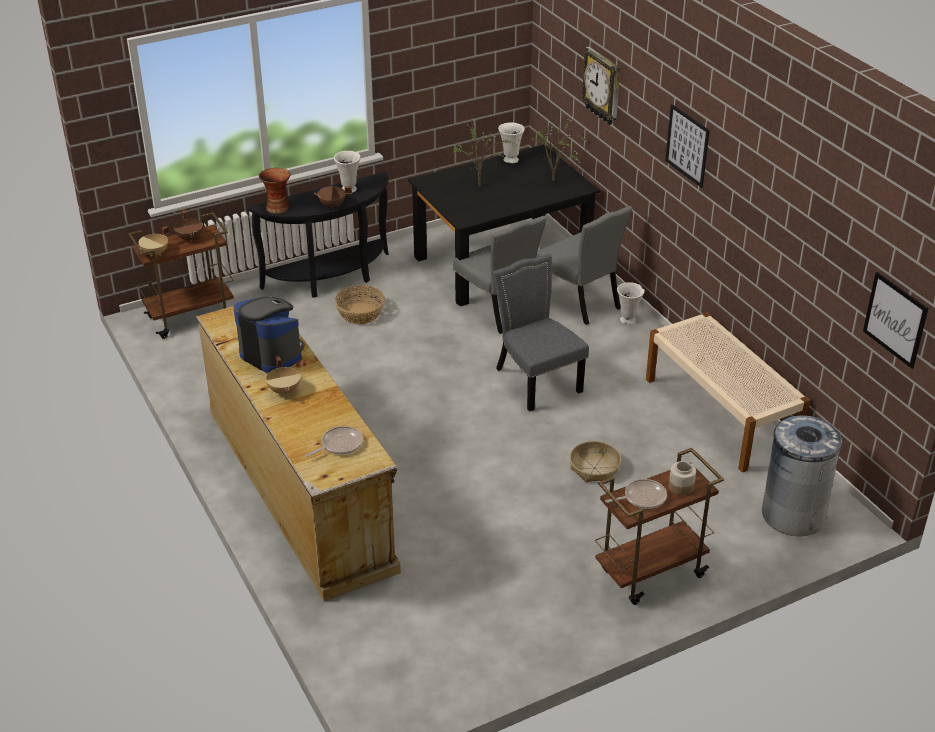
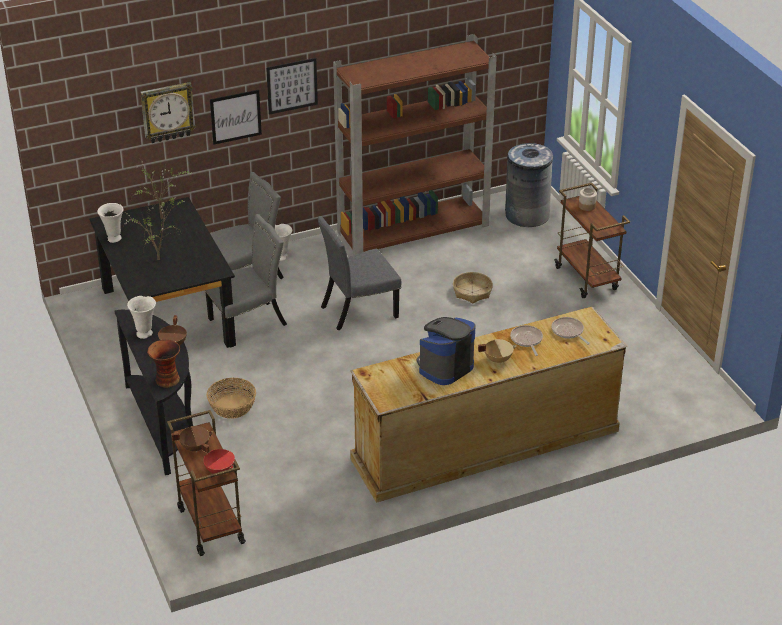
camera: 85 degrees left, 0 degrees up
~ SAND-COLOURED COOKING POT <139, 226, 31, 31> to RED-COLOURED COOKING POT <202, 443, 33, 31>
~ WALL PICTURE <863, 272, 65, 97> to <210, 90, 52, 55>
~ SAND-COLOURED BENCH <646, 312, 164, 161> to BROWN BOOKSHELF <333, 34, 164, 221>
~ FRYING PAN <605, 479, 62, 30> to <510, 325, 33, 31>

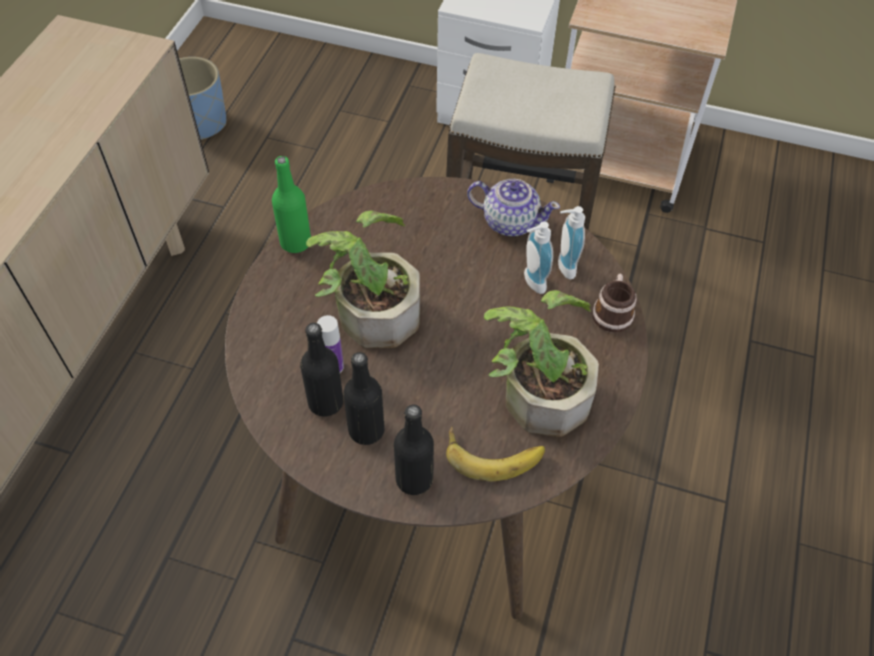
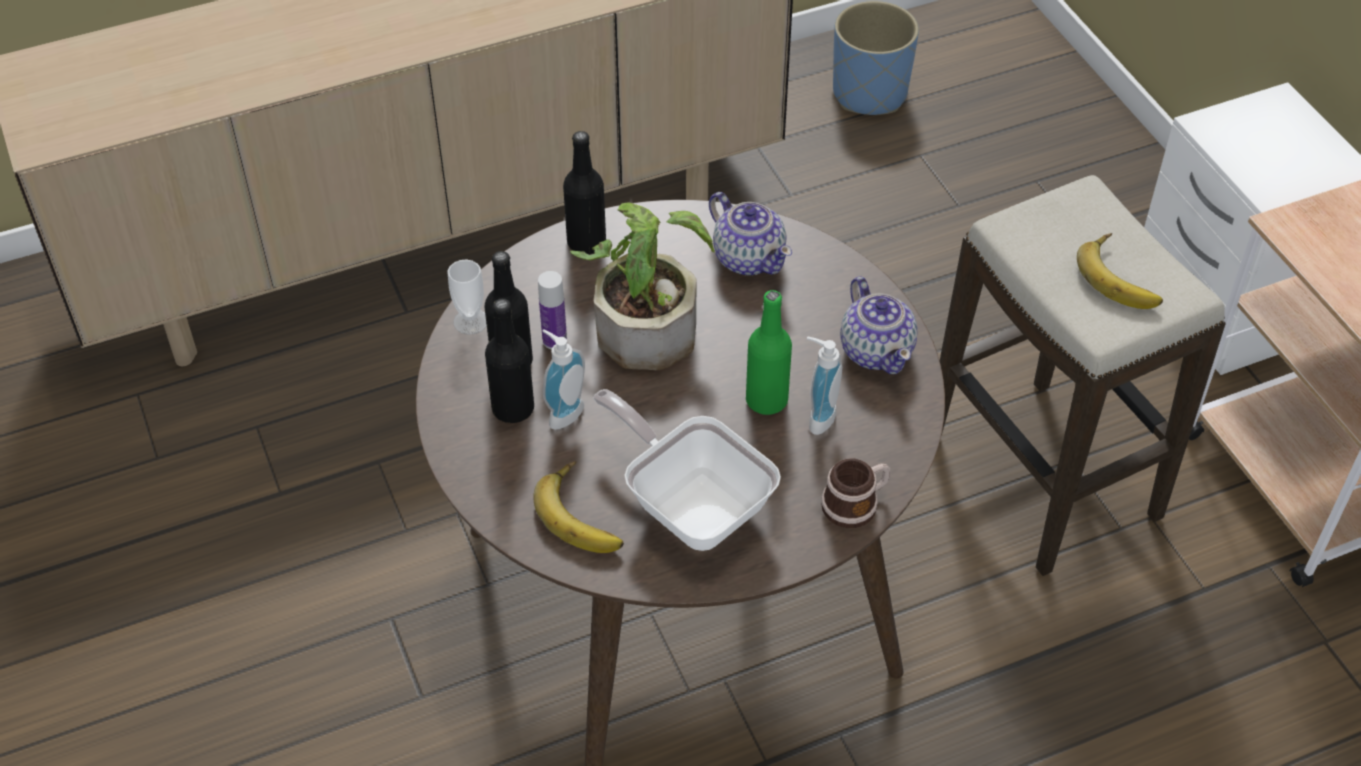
camera: 50 degrees right, 5 degrees down
~ GREENISH BOTTLE <272, 156, 39, 97> to <746, 290, 46, 125>
~ LIQUID SOAP BOTTLE <558, 206, 27, 73> to <542, 329, 43, 101>
~ POTTED PLANT <484, 290, 115, 147> to FRYING PAN <593, 389, 188, 162>
~ BLACK BOTTLE <394, 404, 40, 91> to <563, 131, 43, 123>
+ POT FOR TEA <709, 192, 83, 84>
+ WHOLE BANANA <1077, 233, 86, 76>
+ CUP <447, 259, 40, 76>

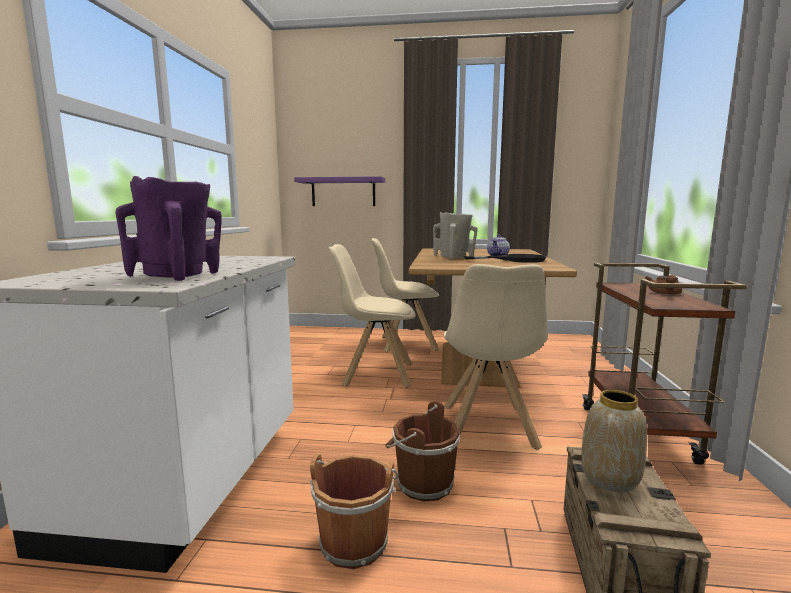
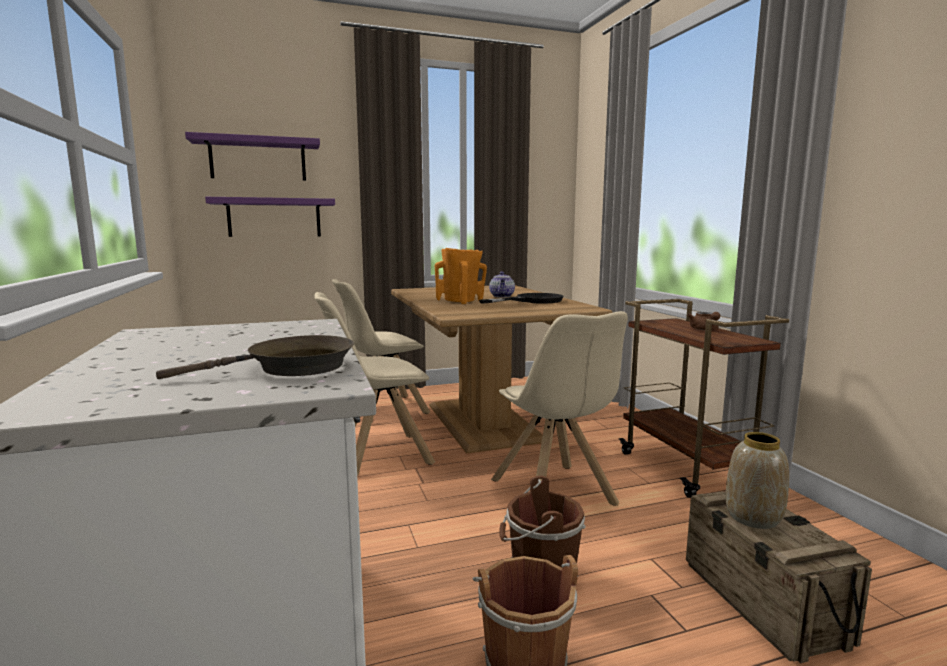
camera: 25 degrees left, 0 degrees up
~ PURPLE-COLOURED DECORATIVE VASE <115, 176, 107, 105> to BROWN FRYING PAN <156, 335, 198, 44>
~ SAND-COLOURED DECORATIVE VASE <433, 212, 45, 47> to ORANGE-COLOURED DECORATIVE VASE <435, 248, 52, 56>
+ PURPLE-COLOURED SHELF <185, 132, 135, 49>

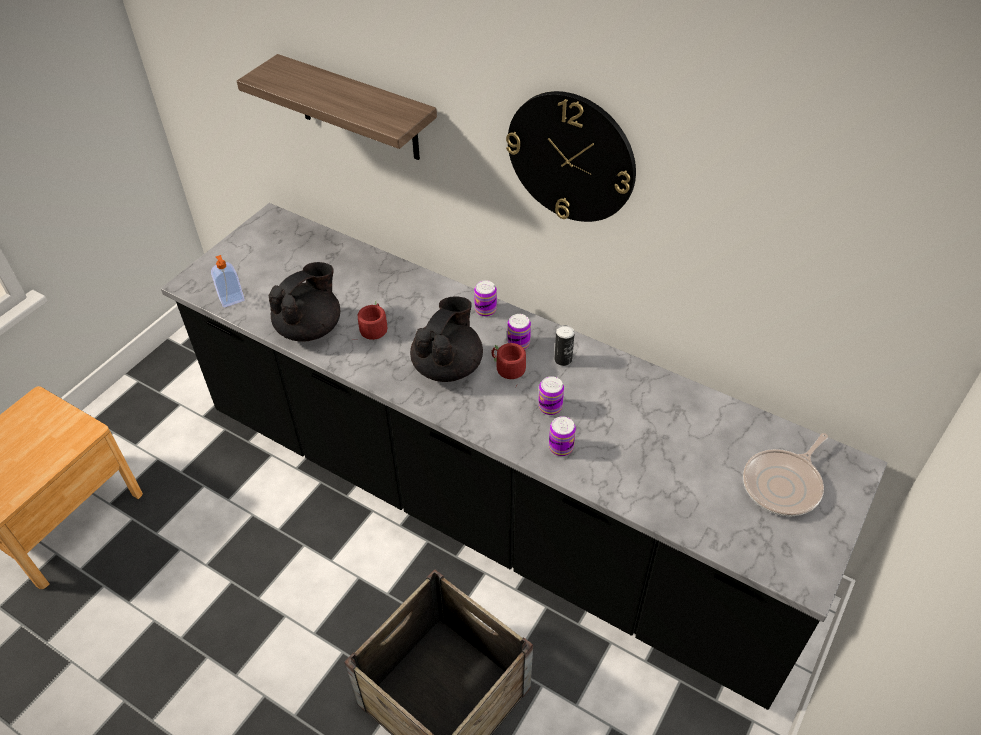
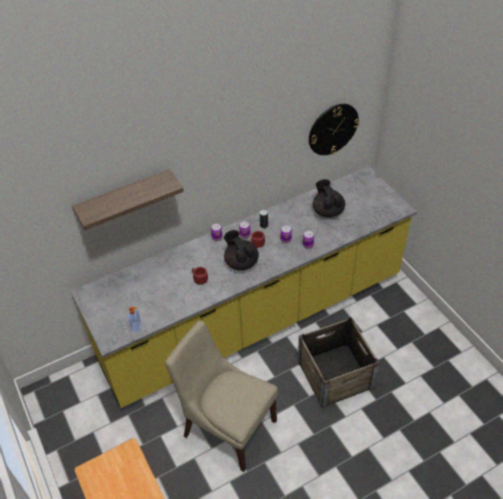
camera: 60 degrees left, 0 degrees up
~ CLOCK ON THE WALL <506, 91, 130, 131> to <309, 104, 50, 51>
~ BLACK KITCHEN COUNTER <161, 203, 726, 507> to YELLOWISH KITCHEN COUNTER <71, 166, 346, 242>
~ BLACK POT FOR TEA <269, 262, 71, 80> to <313, 179, 32, 38>
- FRYING PAN <743, 433, 85, 83>
+ SAND-COLOURED UPRIGHT CHAIR <165, 321, 113, 151>

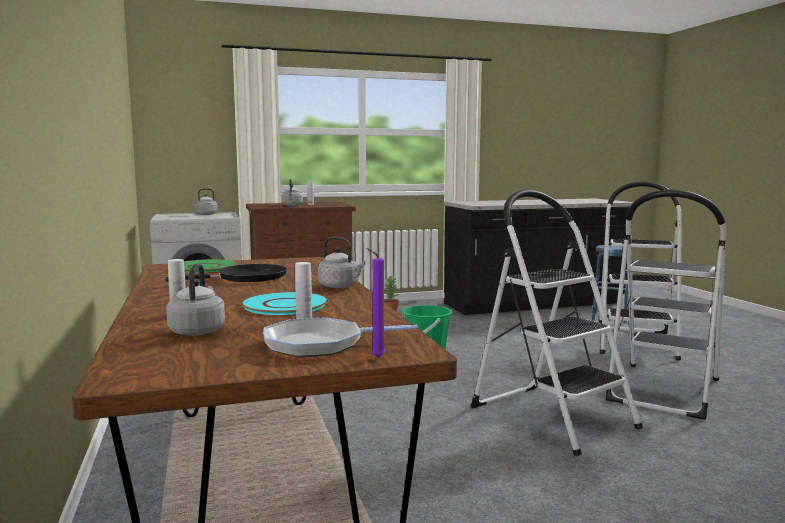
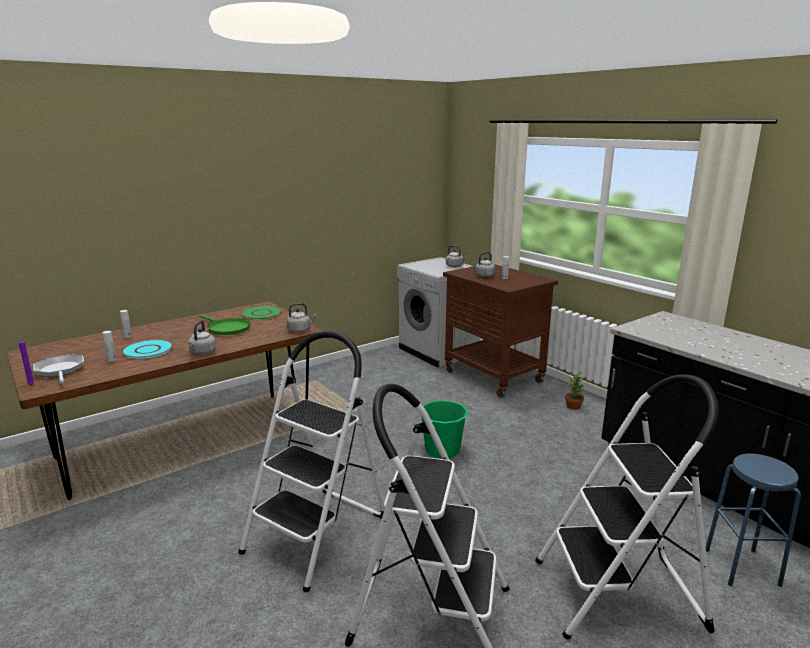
camera: 70 degrees right, 10 degrees up
~ GREYISH WATER KETTLE <166, 263, 59, 73> to <286, 303, 31, 29>
~ BLACK FRYING PAN <165, 264, 122, 18> to GREENISH FRYING PAN <199, 315, 52, 20>

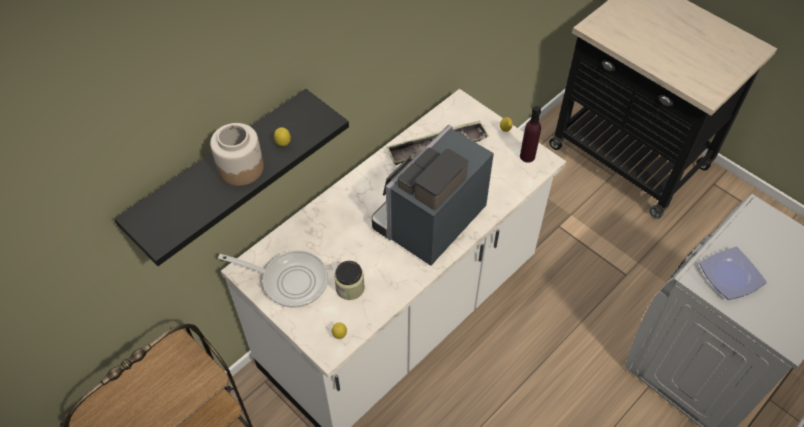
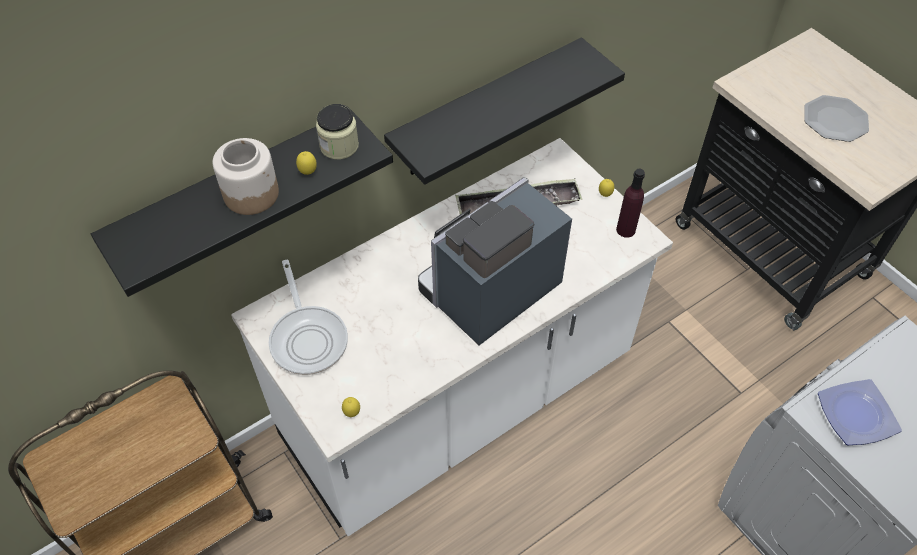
camera: 10 degrees right, 0 degrees up
~ FRYING PAN <218, 250, 110, 57> = <269, 260, 79, 115> 45 degrees clockwise
~ JAR <334, 261, 31, 39> to <316, 104, 43, 55>
+ BLACK SHELF <384, 37, 241, 148>
+ DINNER PLATE <804, 95, 65, 47>

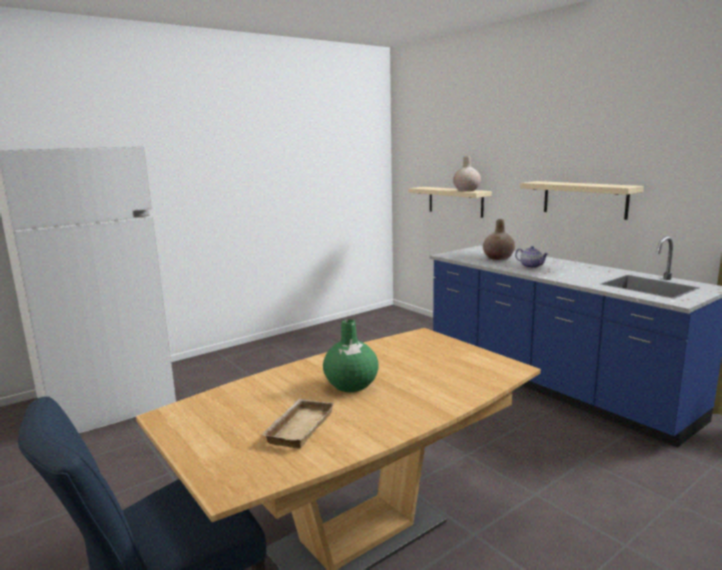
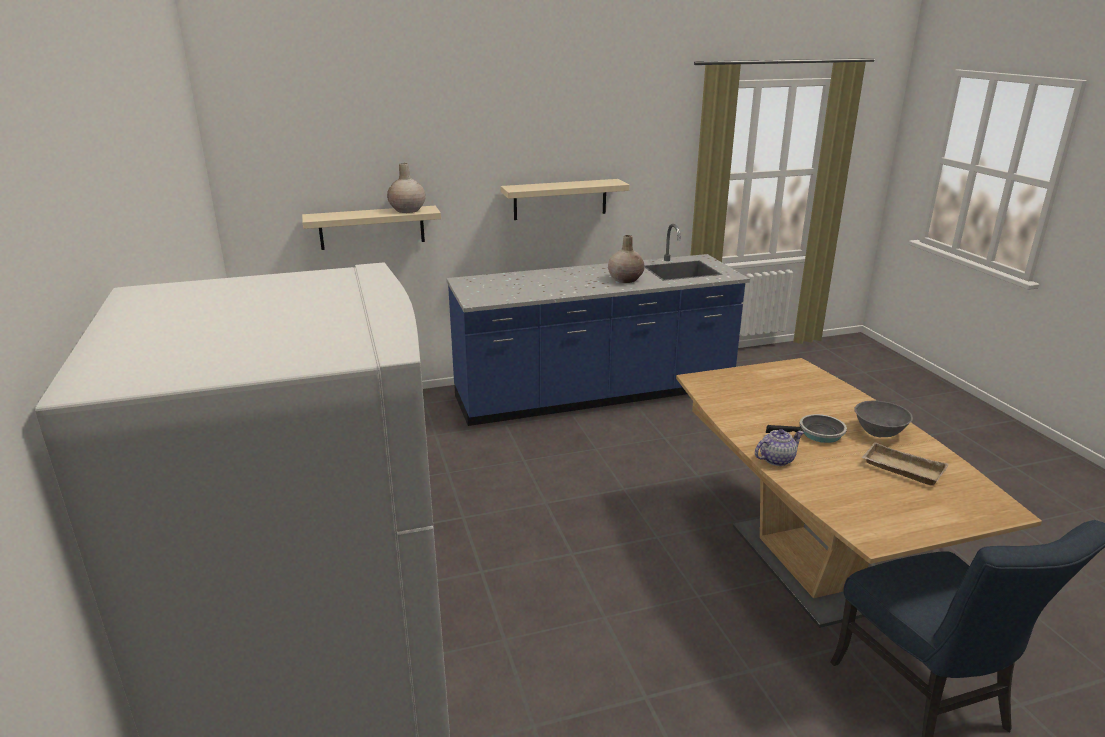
camera: 70 degrees left, 10 degrees up
~ SAND-COLOURED DECORATIVE VASE <483, 219, 32, 41> to <608, 235, 37, 48>
~ POT FOR TEA <515, 246, 34, 22> to <755, 429, 49, 37>
~ GREENISH DECORATIVE VASE <323, 319, 56, 73> to FRYING PAN <766, 414, 81, 29>
+ GREYISH BOWL <854, 401, 59, 36>

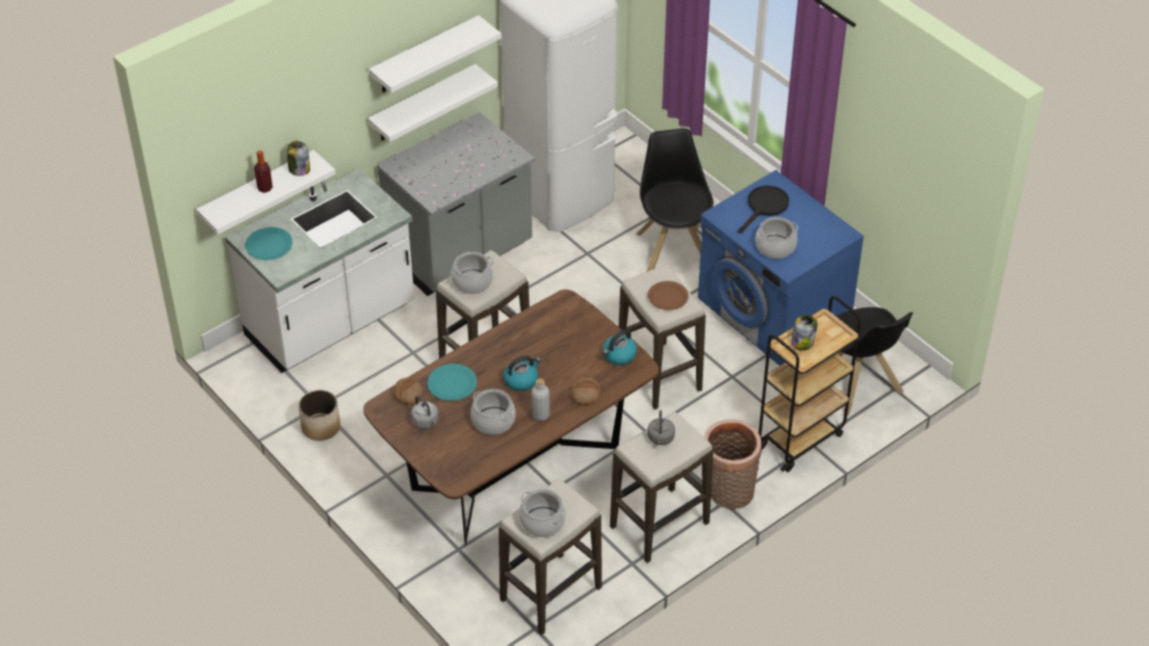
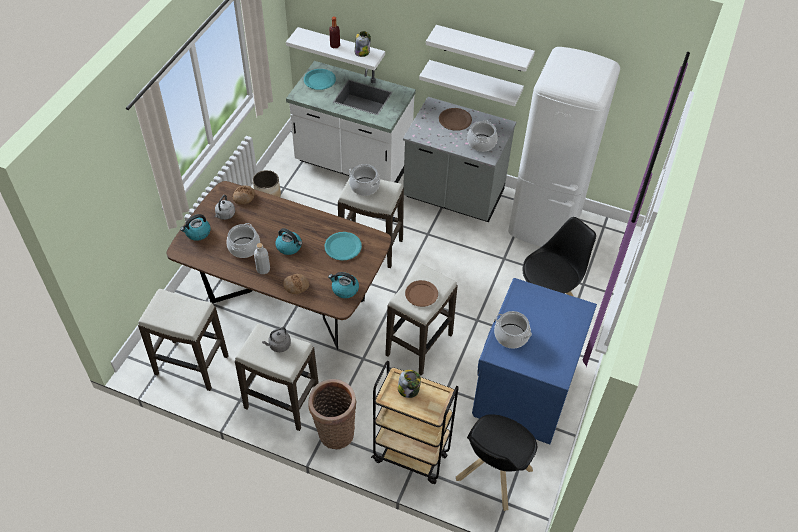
camera: 60 degrees right, 5 degrees up
- BLACK FRYING PAN <738, 186, 51, 47>
~ TURQUOISE DINNER PLATE <427, 364, 50, 37> to <325, 232, 37, 29>
~ COOKING POT <519, 489, 47, 48> to <467, 120, 31, 32>
+ BROWN DINNER PLATE <439, 108, 33, 23>
+ WATER KETTLE <180, 214, 31, 27>

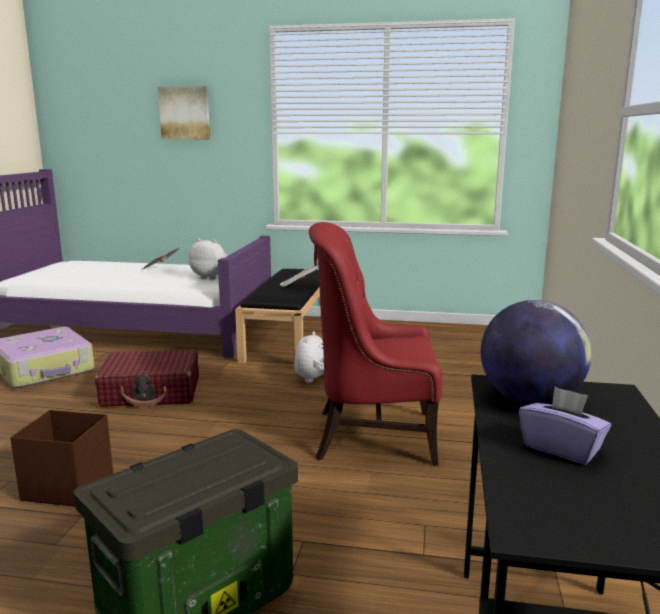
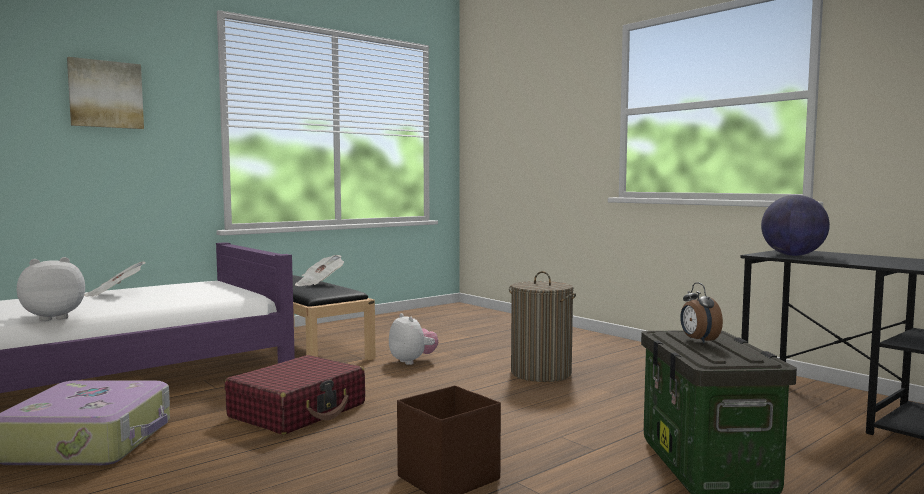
camera: 50 degrees left, 10 degrees down
~ RED-COLOURED UPRIGHT CHAIR <309, 222, 133, 244> to HAMPER <509, 271, 67, 111>
~ PLUSH TOY <188, 238, 40, 41> to <17, 257, 68, 64>
- PURPLE-COLOURED TISSUE BOX <519, 386, 92, 79>
+ TABLE CLOCK <680, 282, 43, 61>

